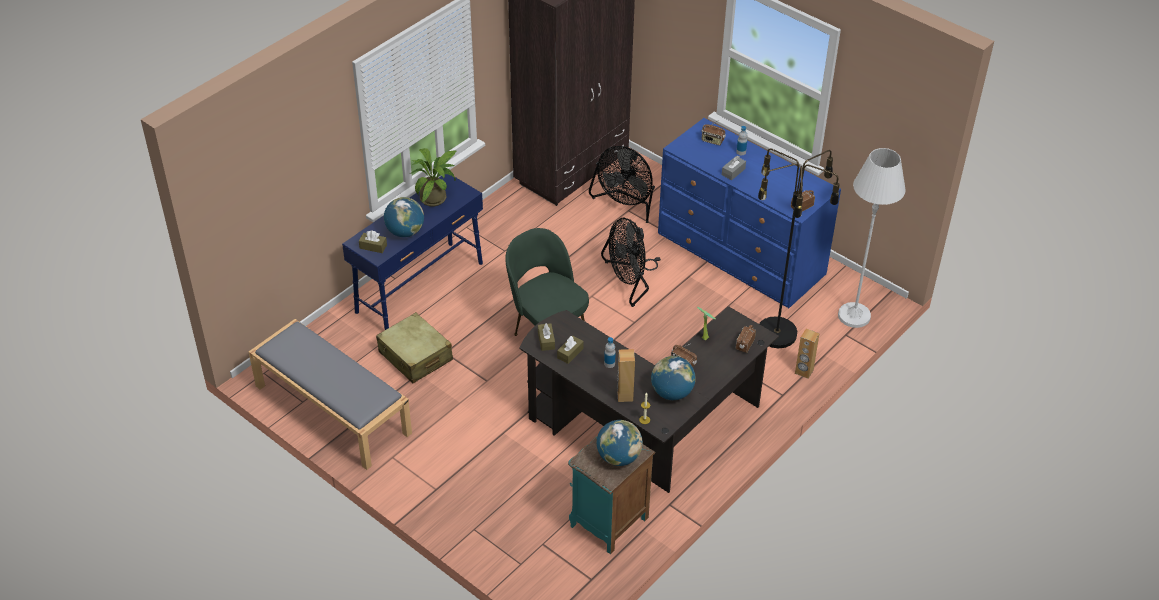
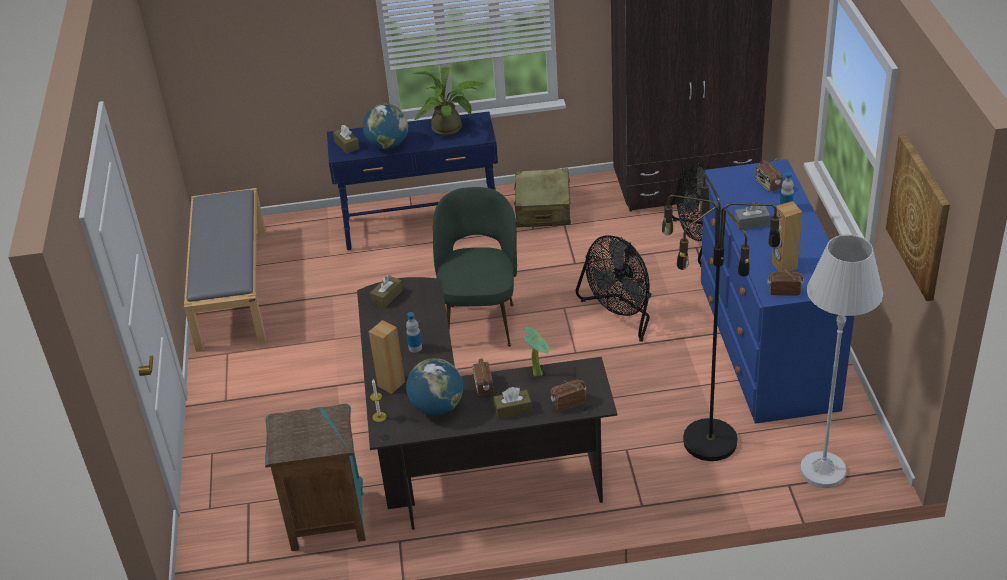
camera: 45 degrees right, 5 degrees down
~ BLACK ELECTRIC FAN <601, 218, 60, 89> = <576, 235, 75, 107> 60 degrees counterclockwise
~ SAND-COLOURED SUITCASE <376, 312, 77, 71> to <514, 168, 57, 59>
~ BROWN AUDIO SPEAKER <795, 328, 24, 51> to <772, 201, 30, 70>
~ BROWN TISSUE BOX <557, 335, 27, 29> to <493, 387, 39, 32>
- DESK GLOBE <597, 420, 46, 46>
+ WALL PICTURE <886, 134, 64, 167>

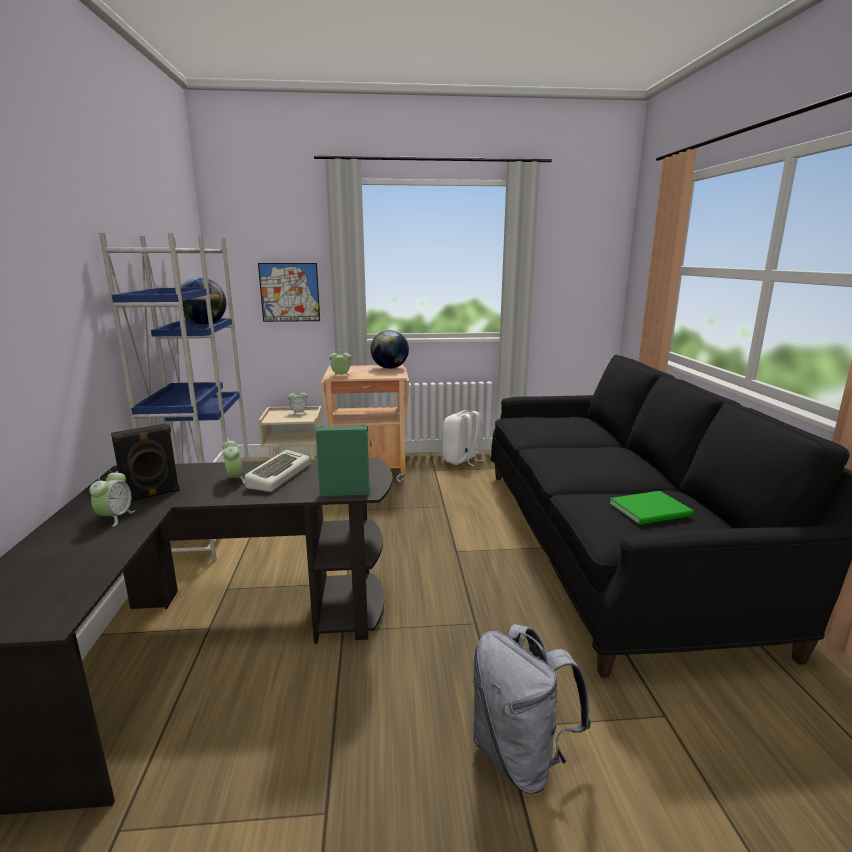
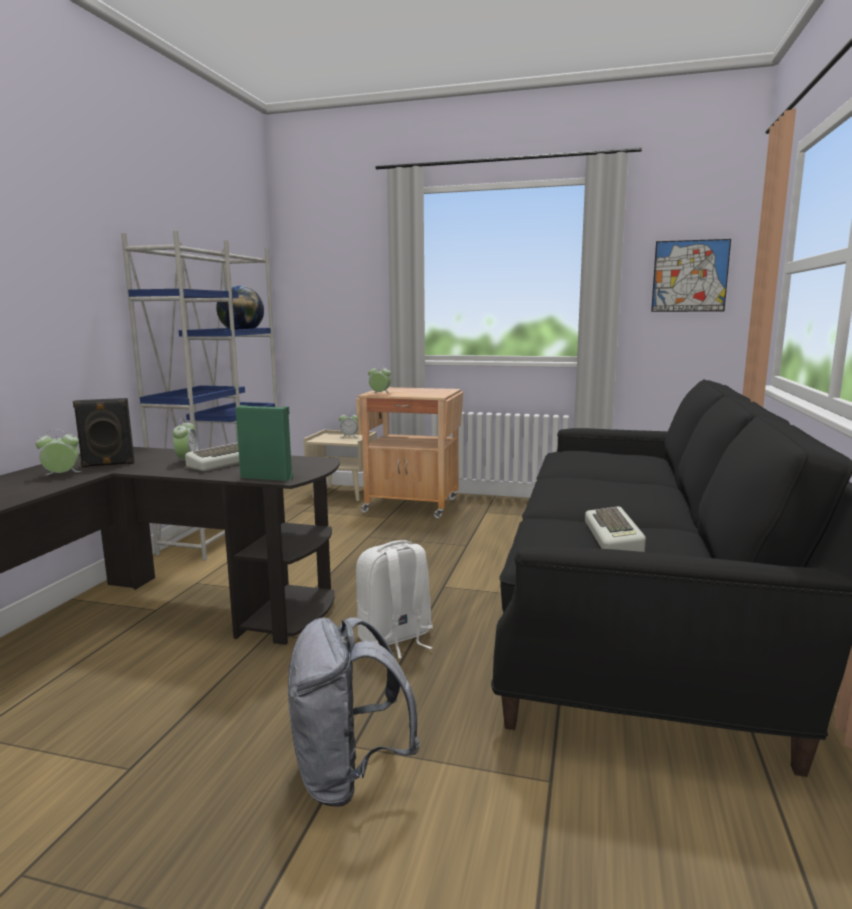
camera: 20 degrees right, 5 degrees down
~ WALL PICTURE <258, 263, 62, 59> to <651, 239, 80, 73>
- DESK GLOBE <371, 330, 38, 39>
~ WHITE-COLOURED RUCKSACK <443, 410, 40, 56> to <356, 540, 77, 119>
~ TABLE CLOCK <89, 470, 46, 57> = <35, 429, 46, 46> 135 degrees counterclockwise
~ GREENISH VOLUME <609, 491, 85, 34> to PC KEYBOARD <585, 506, 61, 46>

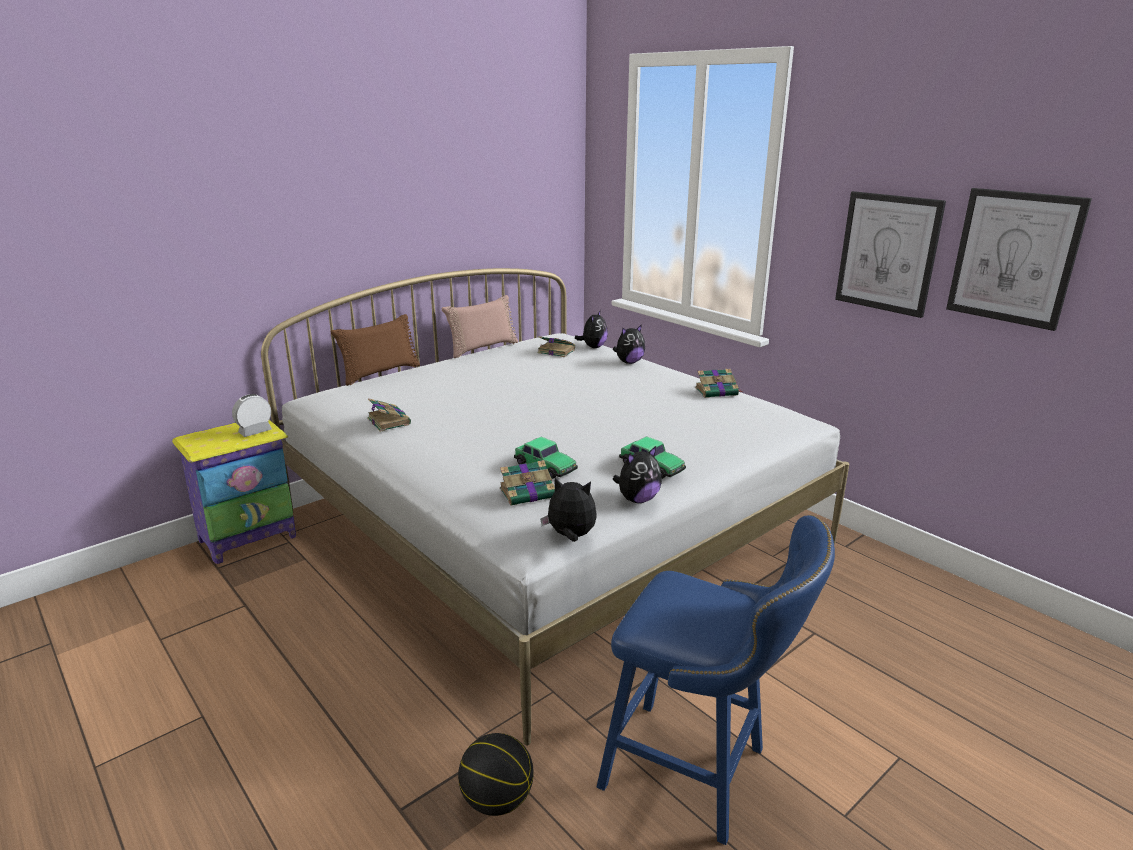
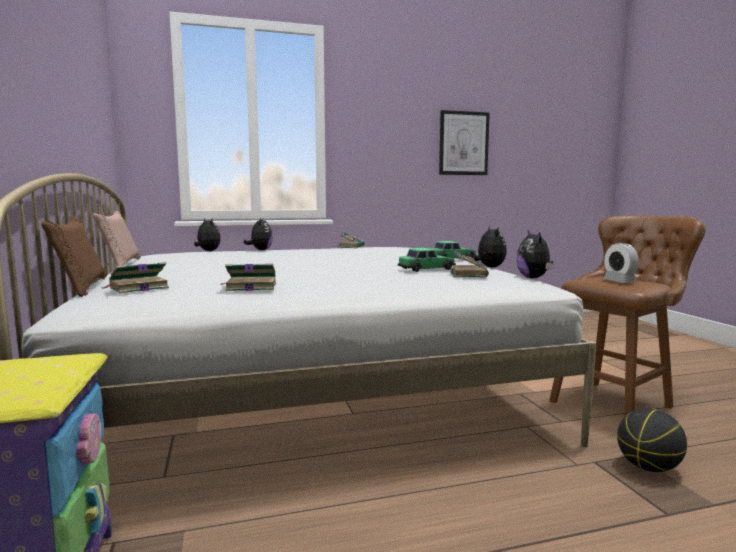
camera: 65 degrees left, 15 degrees down
- WALL PICTURE <835, 191, 111, 127>
~ VOLUME <537, 336, 38, 21> to <101, 262, 68, 32>
~ TABLE CLOCK <232, 394, 40, 43> to <603, 243, 36, 40>
~ PLUSH TOY <540, 478, 57, 64> = <516, 231, 38, 47> 45 degrees counterclockwise
~ BLUE-COLOURED STOOL <597, 515, 238, 330> to BROWN STOOL <549, 215, 157, 201>

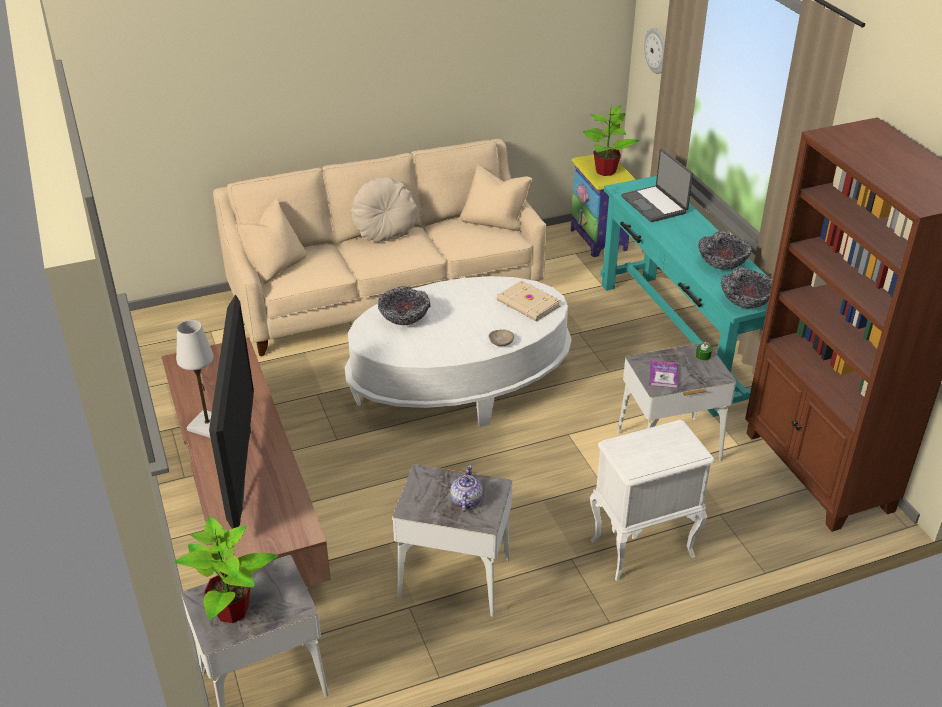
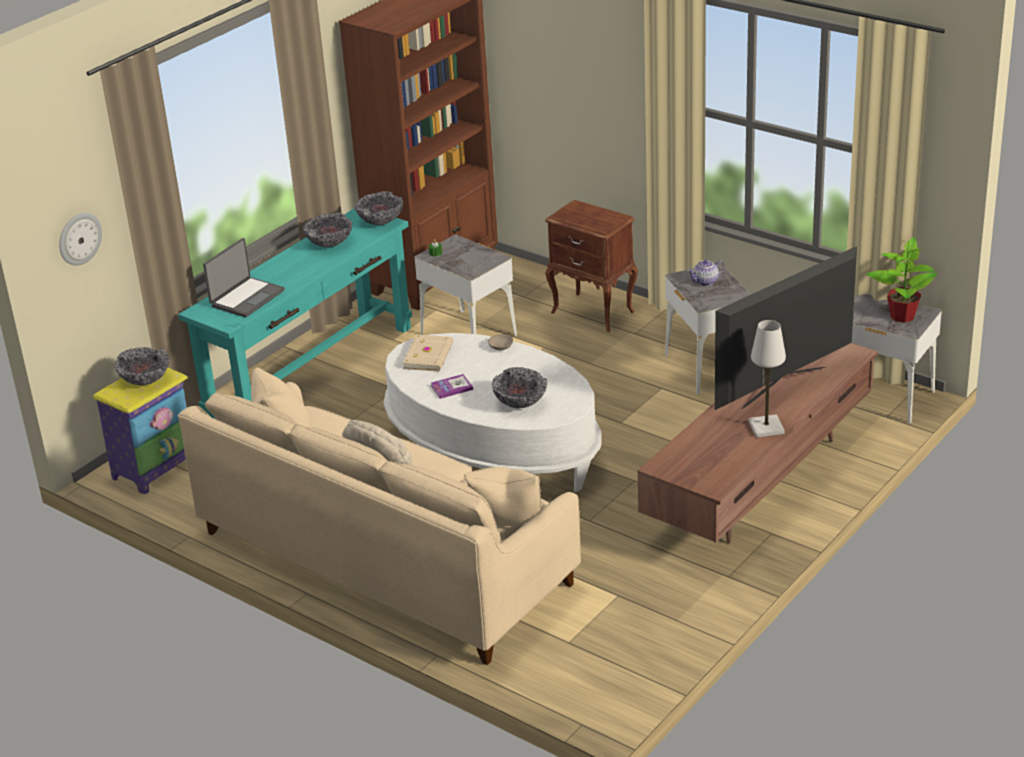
camera: 120 degrees left, 5 degrees down
~ POTTED PLANT <583, 105, 57, 71> to BOWL <115, 347, 54, 39>
~ VOLUME <649, 360, 29, 28> to <431, 374, 42, 25>
~ WHITE-COLOURED NIGHT TABLE <590, 420, 124, 161> to BROWN NIGHT TABLE <545, 200, 93, 133>

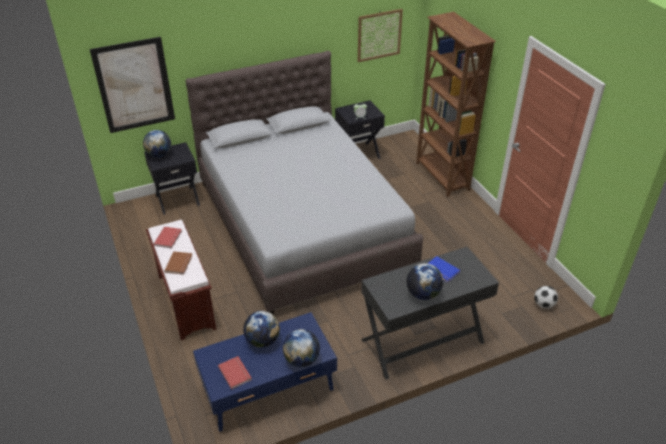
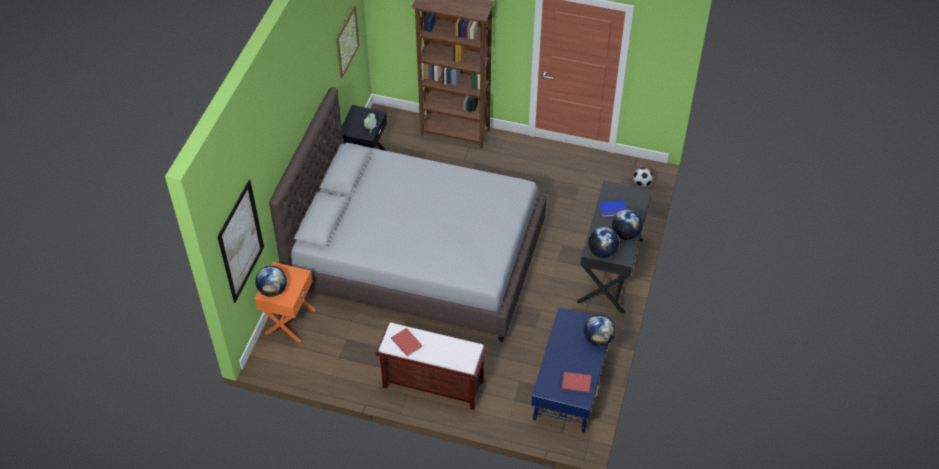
camera: 50 degrees left, 10 degrees up
~ BLACK NIGHT TABLE <144, 142, 56, 73> to ORANGE-COLOURED NIGHT TABLE <254, 262, 62, 81>
- BROWN VOLUME <164, 252, 29, 23>
~ DESK GLOBE <243, 311, 37, 37> to <588, 227, 31, 31>

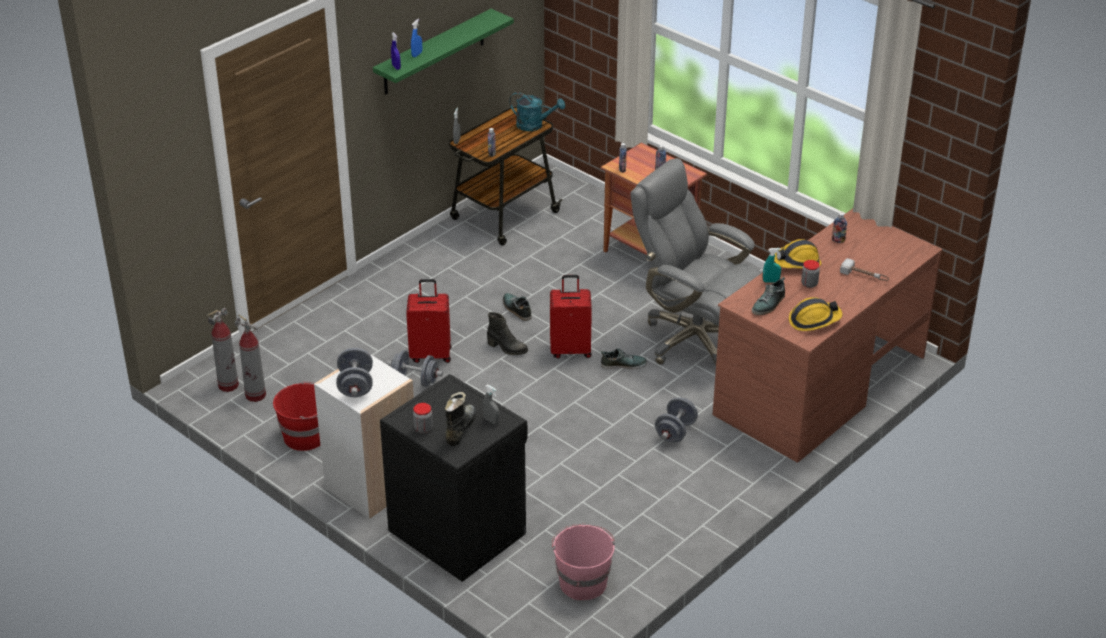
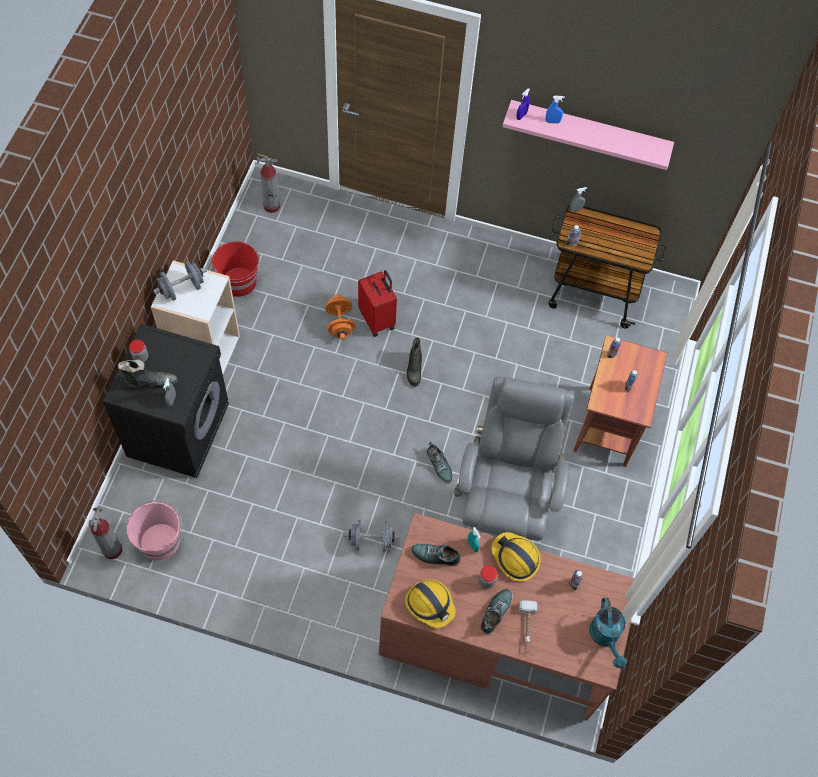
camera: 60 degrees right, 25 degrees up
~ GREENISH SHELF <373, 9, 141, 86> to PINK SHELF <503, 100, 171, 70>
~ TURQUOISE WATERING POT <509, 92, 56, 39> to <589, 598, 38, 70>
- RED-COLOURED SUITCASE <550, 275, 42, 84>
~ LOW SHOE <503, 293, 29, 28> to <481, 589, 32, 46>
~ FIRE-FIGHTING CYLINDER <235, 314, 31, 88> to <88, 507, 34, 52>
~ GREYISH FREE WEIGHT <387, 350, 56, 37> to ORANGE-COLOURED FREE WEIGHT <325, 294, 30, 46>

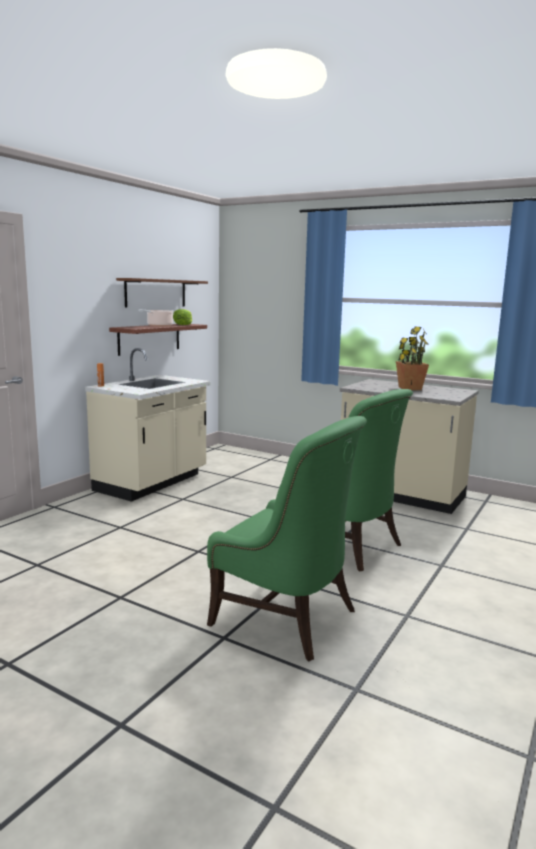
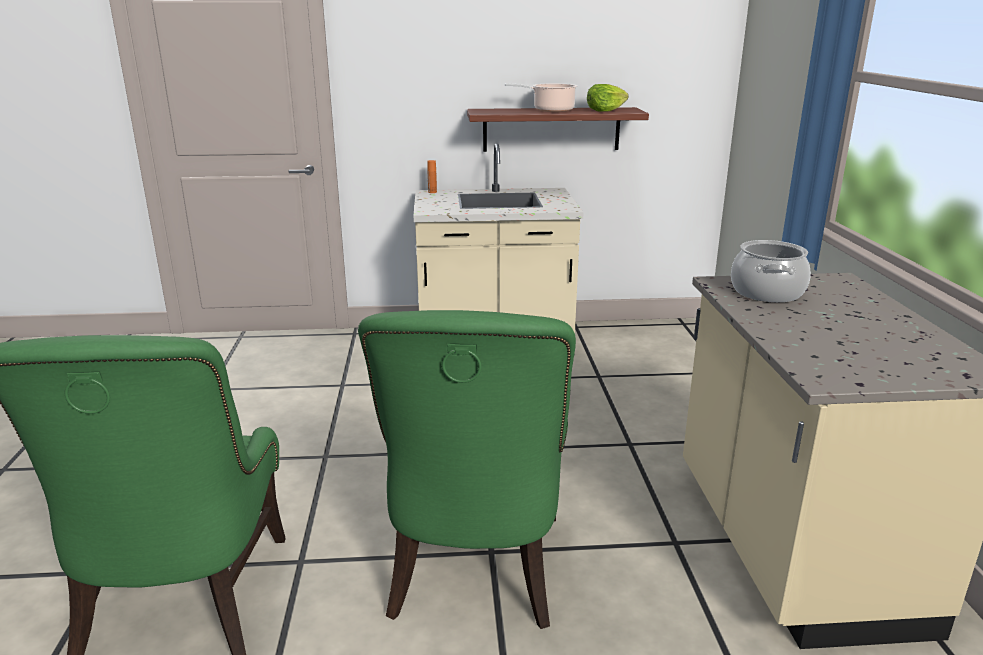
camera: 55 degrees right, 10 degrees up
- BROWN SHELF <116, 278, 92, 29>
- POTTED PLANT <396, 326, 33, 64>
+ COOKING POT <731, 240, 80, 62>

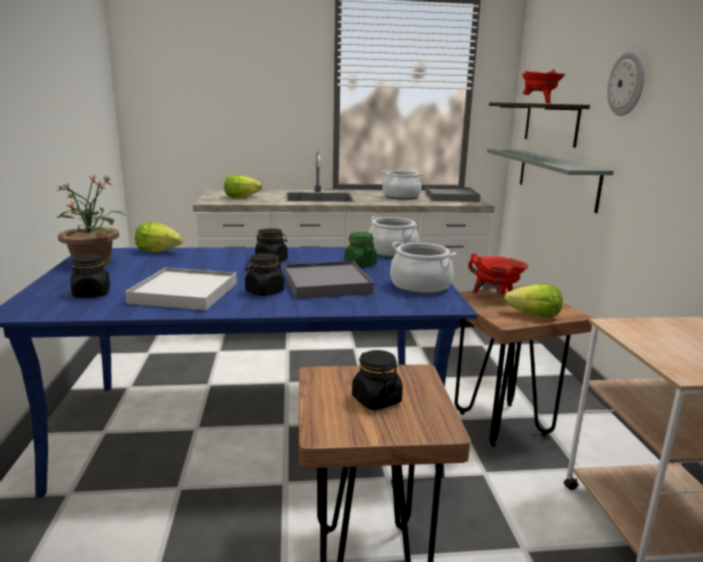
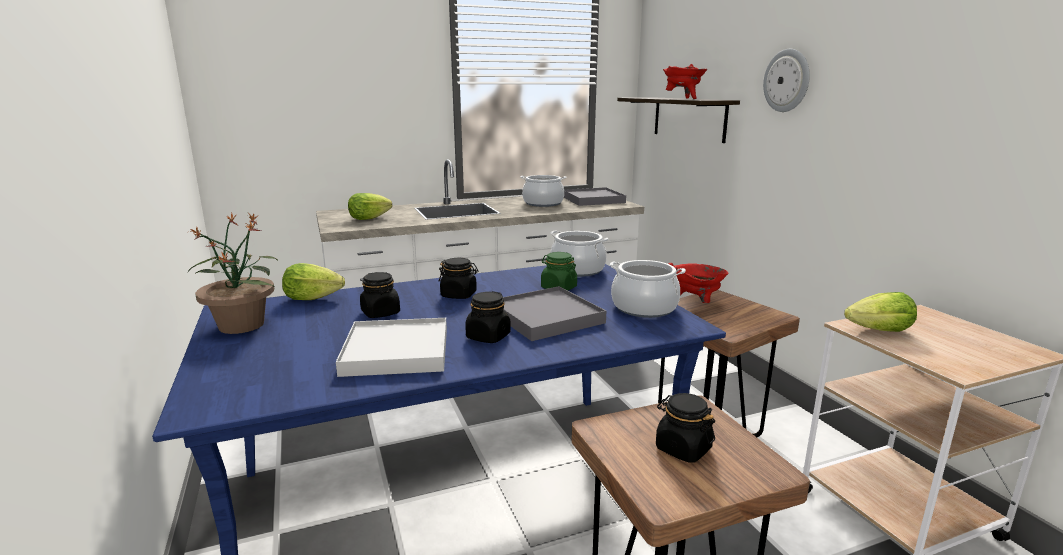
camera: 15 degrees left, 0 degrees up
- GREYISH SHELF <487, 149, 127, 64>
~ BLACK JAR <70, 254, 40, 44> to <360, 272, 40, 46>
~ LETTUCE HEAD <504, 284, 59, 34> to <844, 292, 73, 40>

